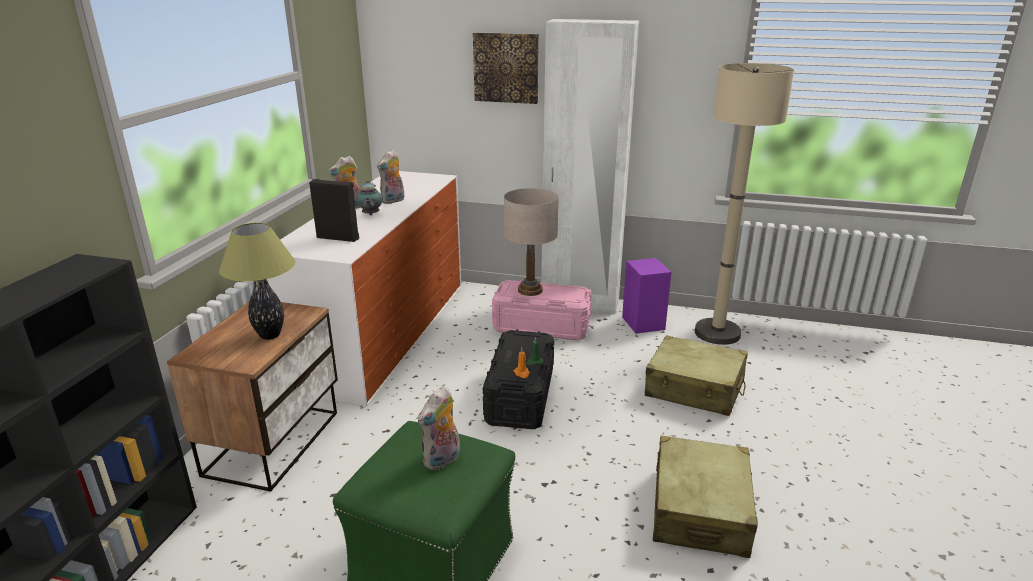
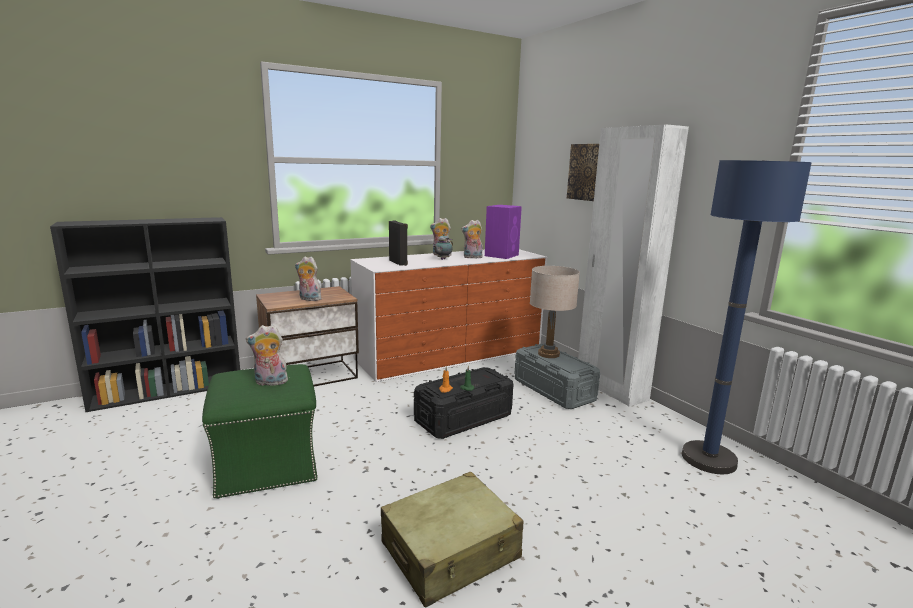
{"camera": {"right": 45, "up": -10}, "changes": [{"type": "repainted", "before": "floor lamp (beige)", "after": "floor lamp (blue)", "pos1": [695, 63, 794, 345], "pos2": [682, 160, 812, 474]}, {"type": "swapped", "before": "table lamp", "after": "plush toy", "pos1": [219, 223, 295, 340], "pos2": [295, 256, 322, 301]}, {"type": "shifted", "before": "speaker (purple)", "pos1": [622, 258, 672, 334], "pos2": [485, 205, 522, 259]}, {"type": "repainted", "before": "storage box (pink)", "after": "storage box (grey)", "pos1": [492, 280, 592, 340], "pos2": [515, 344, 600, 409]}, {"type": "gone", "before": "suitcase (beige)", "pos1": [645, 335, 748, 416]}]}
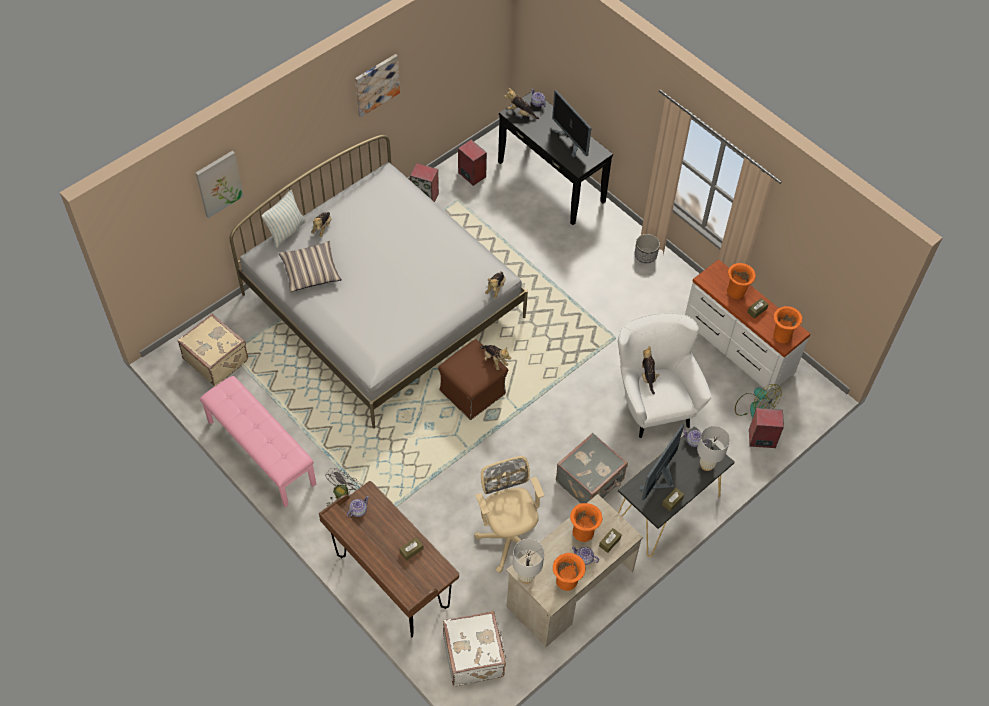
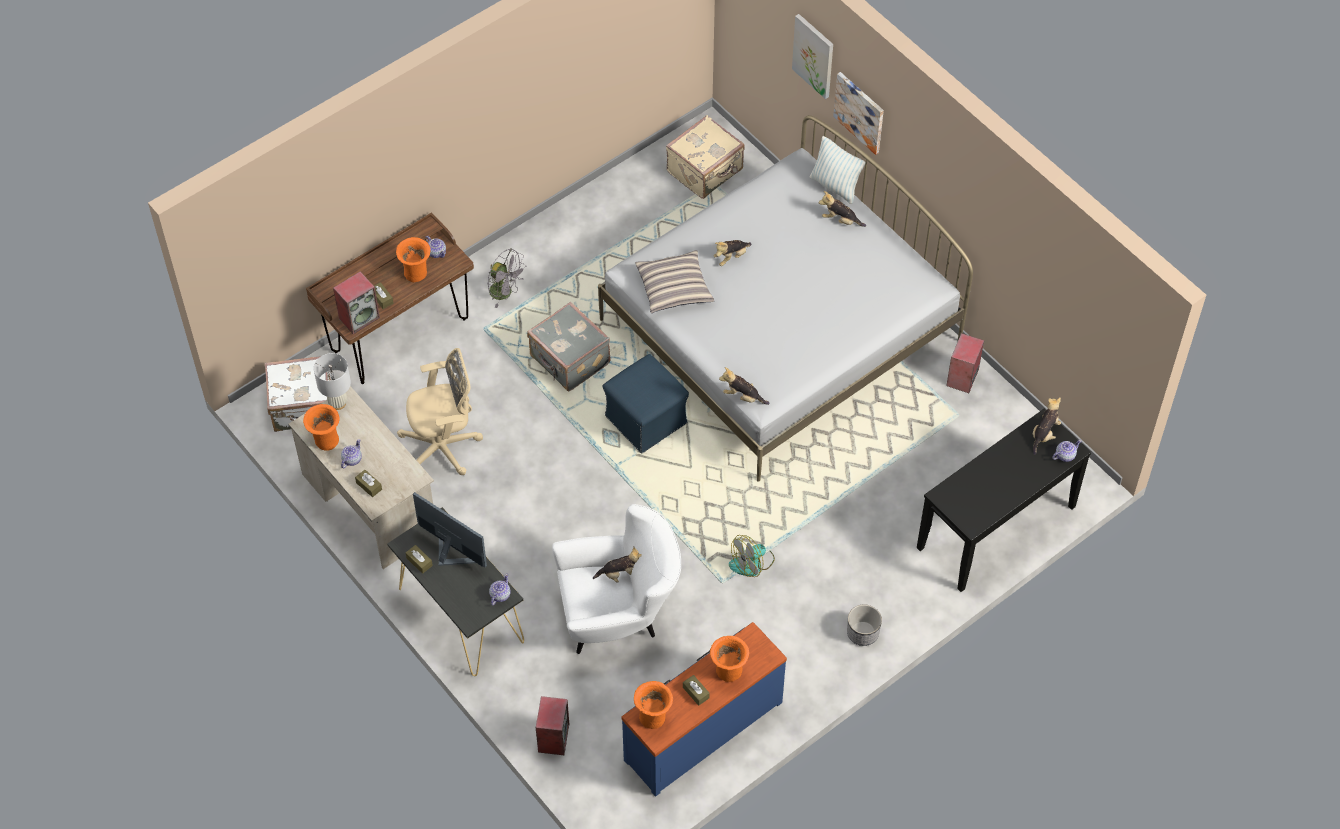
{"camera": {"right": 95, "up": 0}, "changes": [{"type": "shifted", "before": "picture", "pos1": [355, 54, 400, 117], "pos2": [833, 72, 884, 155]}, {"type": "gone", "before": "monitor", "pos1": [552, 90, 591, 158]}, {"type": "shifted", "before": "speaker", "pos1": [458, 140, 487, 186], "pos2": [333, 271, 380, 334]}, {"type": "shifted", "before": "pillow", "pos1": [279, 241, 342, 292], "pos2": [635, 250, 714, 313]}, {"type": "repainted", "before": "dresser (white)", "after": "dresser (blue)", "pos1": [685, 259, 811, 390], "pos2": [621, 622, 787, 797]}, {"type": "repainted", "before": "ottoman (brown)", "after": "ottoman (blue)", "pos1": [438, 339, 508, 420], "pos2": [603, 354, 689, 454]}, {"type": "shifted", "before": "plush toy", "pos1": [479, 345, 511, 370], "pos2": [714, 240, 752, 266]}, {"type": "gone", "before": "bench (pink)", "pos1": [200, 376, 316, 507]}, {"type": "shifted", "before": "fan", "pos1": [735, 384, 782, 418], "pos2": [729, 535, 775, 577]}, {"type": "gone", "before": "table lamp (white)", "pos1": [697, 426, 730, 471]}, {"type": "shifted", "before": "suitcase (grey)", "pos1": [556, 433, 628, 503], "pos2": [527, 302, 610, 392]}, {"type": "shifted", "before": "vase (orange)", "pos1": [570, 503, 602, 542], "pos2": [396, 237, 430, 282]}]}
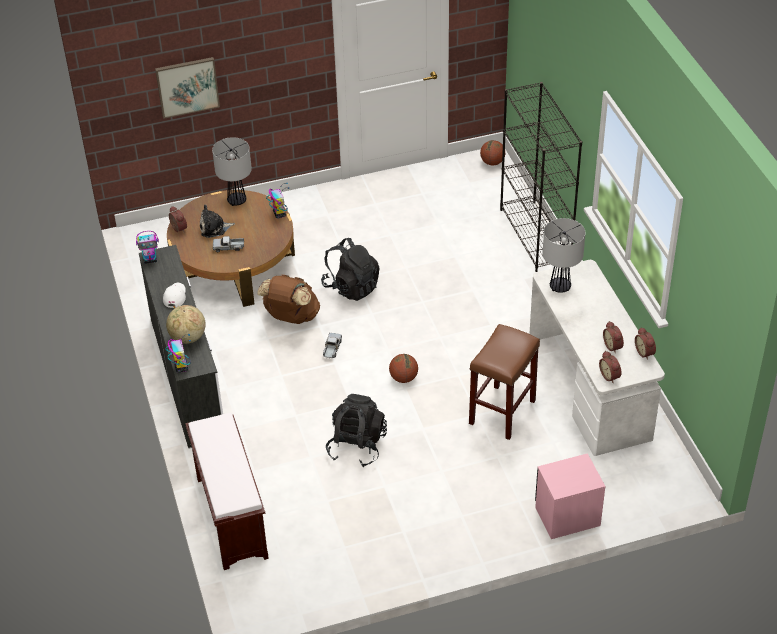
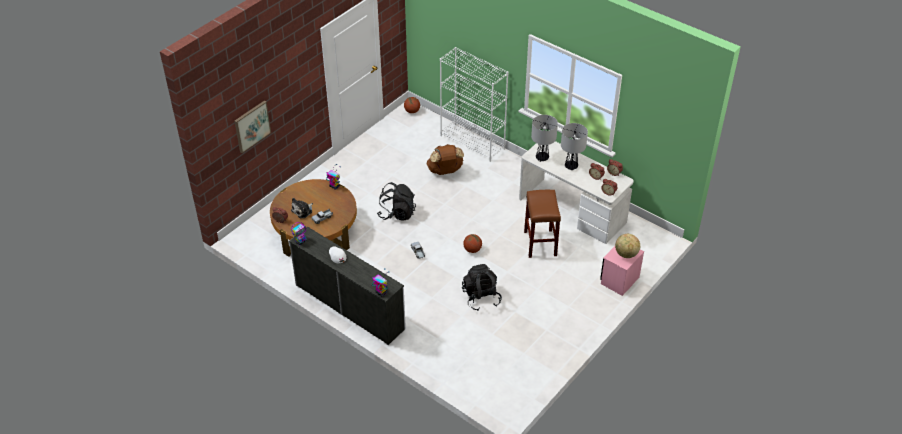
{"camera": {"right": -35, "up": 0}, "changes": [{"type": "repainted", "before": "bookcase (black)", "after": "bookcase (white)", "pos1": [500, 82, 582, 272], "pos2": [440, 47, 509, 162]}, {"type": "shifted", "before": "table lamp", "pos1": [212, 137, 252, 206], "pos2": [561, 123, 588, 171]}, {"type": "shifted", "before": "backpack (brown)", "pos1": [257, 274, 320, 324], "pos2": [427, 144, 464, 175]}, {"type": "shifted", "before": "globe", "pos1": [166, 305, 206, 344], "pos2": [615, 234, 640, 258]}, {"type": "gone", "before": "bench (brown)", "pos1": [185, 413, 269, 570]}]}
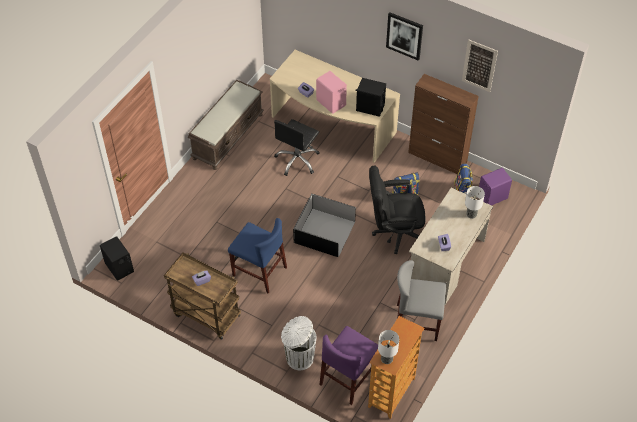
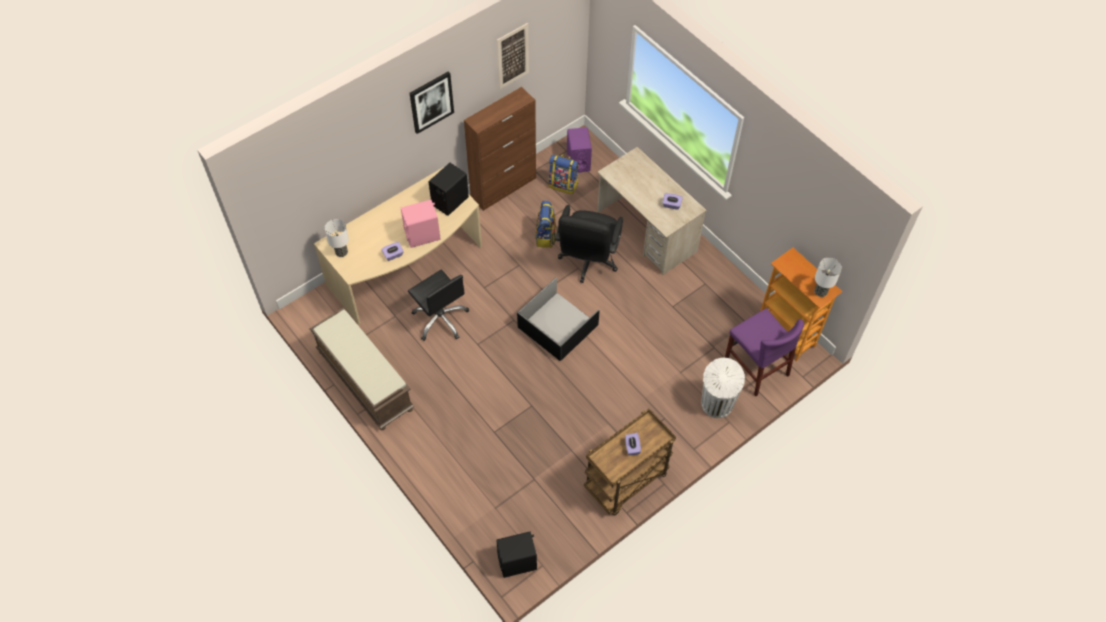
{"camera": {"right": -70, "up": 5}, "changes": [{"type": "shifted", "before": "table lamp", "pos1": [465, 186, 485, 219], "pos2": [324, 219, 349, 257]}, {"type": "gone", "before": "chair (blue)", "pos1": [228, 218, 287, 293]}, {"type": "gone", "before": "chair (grey)", "pos1": [397, 260, 446, 341]}]}
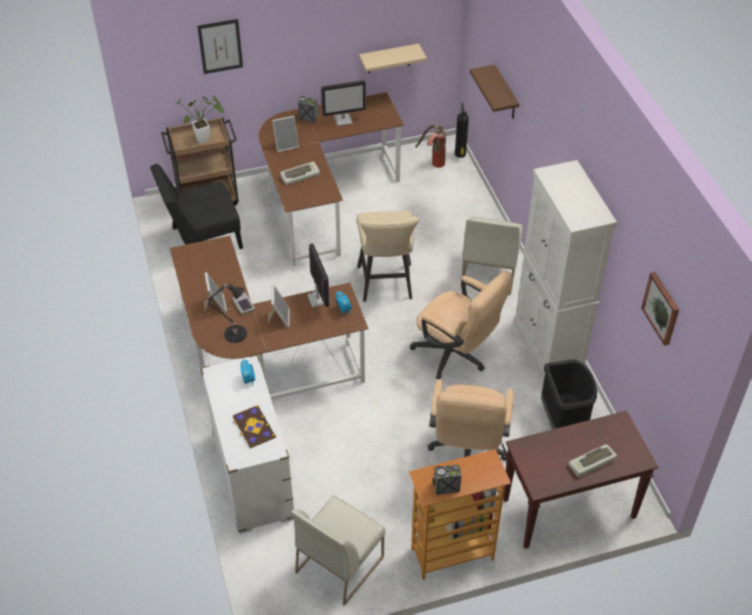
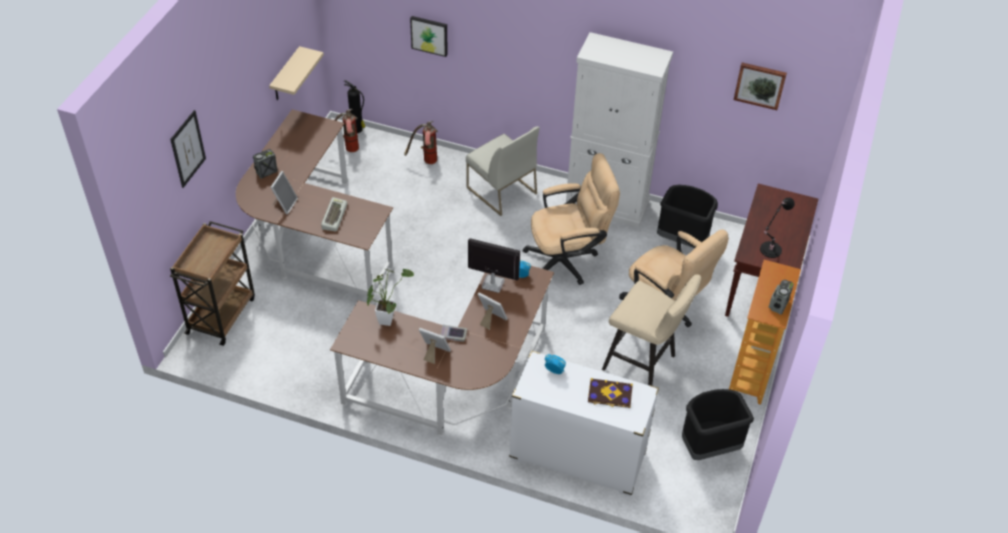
{"camera": {"right": -55, "up": 0}, "changes": [{"type": "swapped", "before": "shelf (brown)", "after": "picture", "pos1": [470, 65, 519, 119], "pos2": [410, 16, 448, 57]}, {"type": "gone", "before": "monitor", "pos1": [321, 80, 366, 126]}, {"type": "shifted", "before": "potted plant", "pos1": [174, 96, 224, 144], "pos2": [367, 268, 414, 326]}, {"type": "gone", "before": "chair (black)", "pos1": [150, 164, 243, 249]}, {"type": "shifted", "before": "stool (beige)", "pos1": [357, 211, 419, 302], "pos2": [602, 274, 701, 386]}, {"type": "shifted", "before": "table lamp (black)", "pos1": [205, 284, 247, 343], "pos2": [760, 197, 795, 258]}, {"type": "gone", "before": "keyboard", "pos1": [568, 444, 617, 477]}, {"type": "swapped", "before": "chair (white)", "after": "trash can (black)", "pos1": [291, 496, 385, 606], "pos2": [682, 389, 754, 460]}, {"type": "new", "after": "fire extinguisher", "pos2": [404, 121, 438, 164]}]}
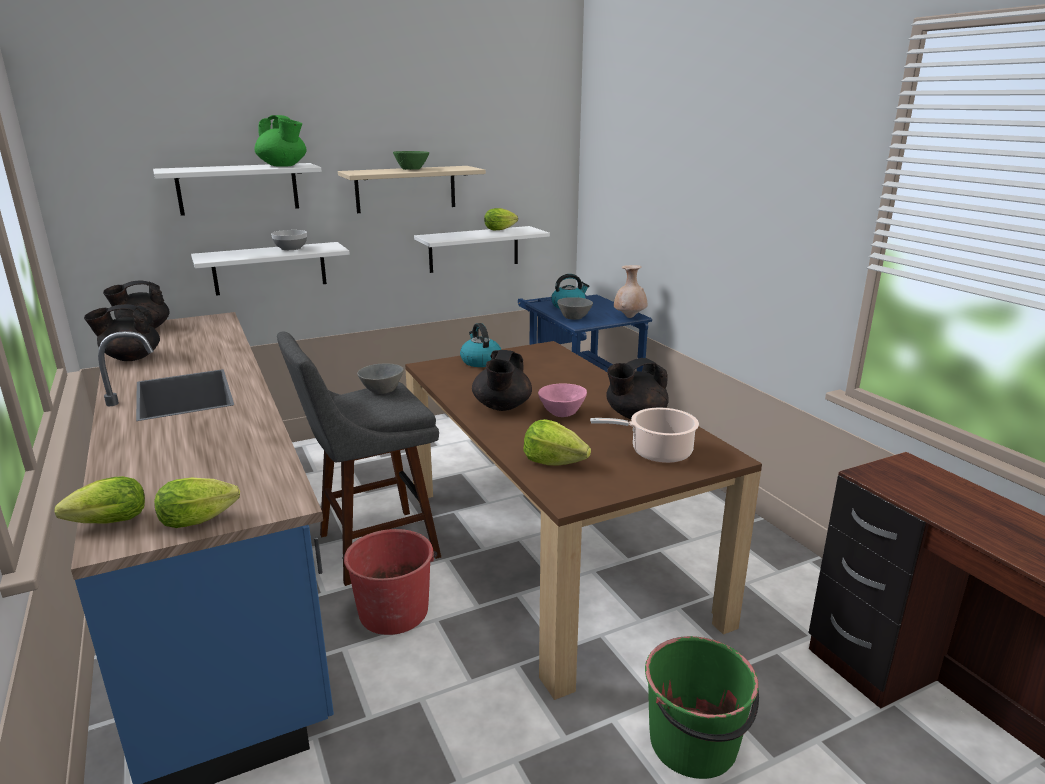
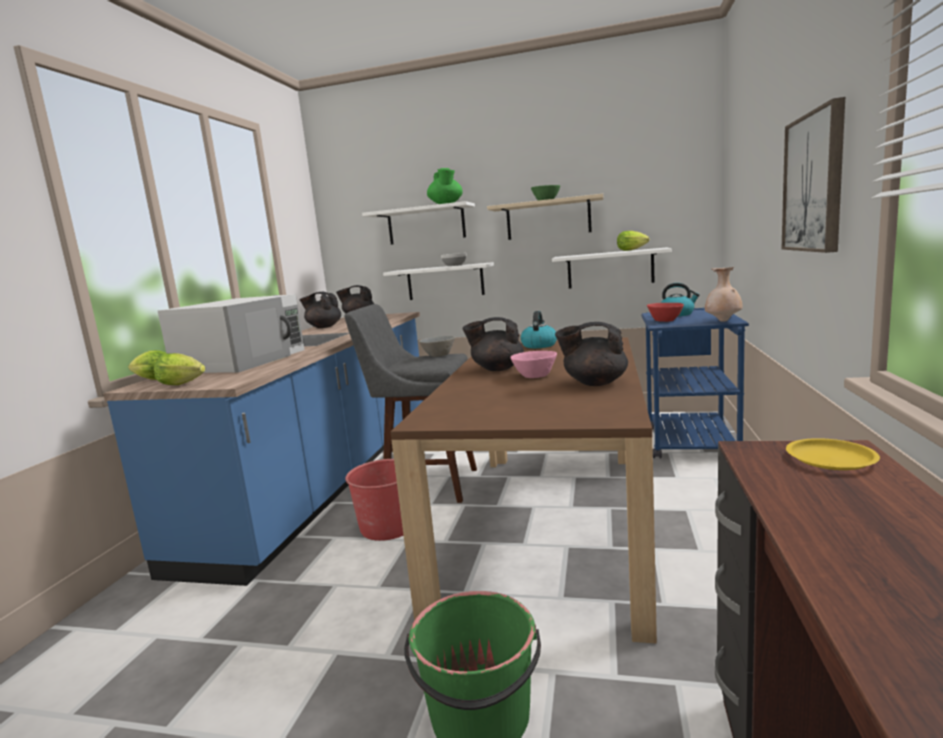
{"camera": {"right": 40, "up": -10}, "changes": [{"type": "repainted", "before": "bowl (grey)", "after": "bowl (red)", "pos1": [557, 297, 593, 320], "pos2": [647, 303, 684, 322]}, {"type": "rotated", "before": "teapot (black)", "pos1": [472, 350, 532, 411], "pos2": [463, 317, 524, 371], "turn": 45}, {"type": "gone", "before": "cooking pot", "pos1": [590, 408, 699, 463]}, {"type": "gone", "before": "lettuce", "pos1": [523, 419, 591, 465]}, {"type": "new", "after": "picture", "pos2": [782, 97, 845, 253]}, {"type": "new", "after": "microwave (white)", "pos2": [158, 294, 304, 373]}, {"type": "new", "after": "plate (yellow)", "pos2": [786, 438, 880, 470]}]}
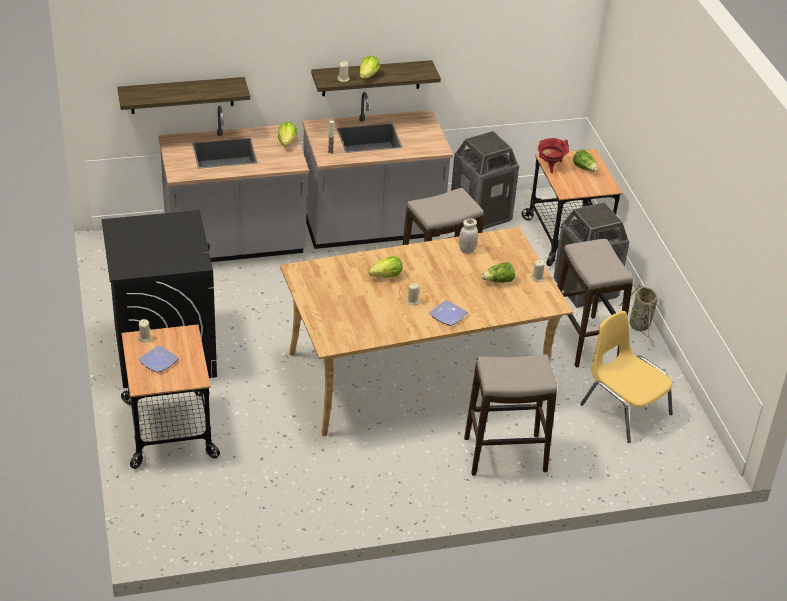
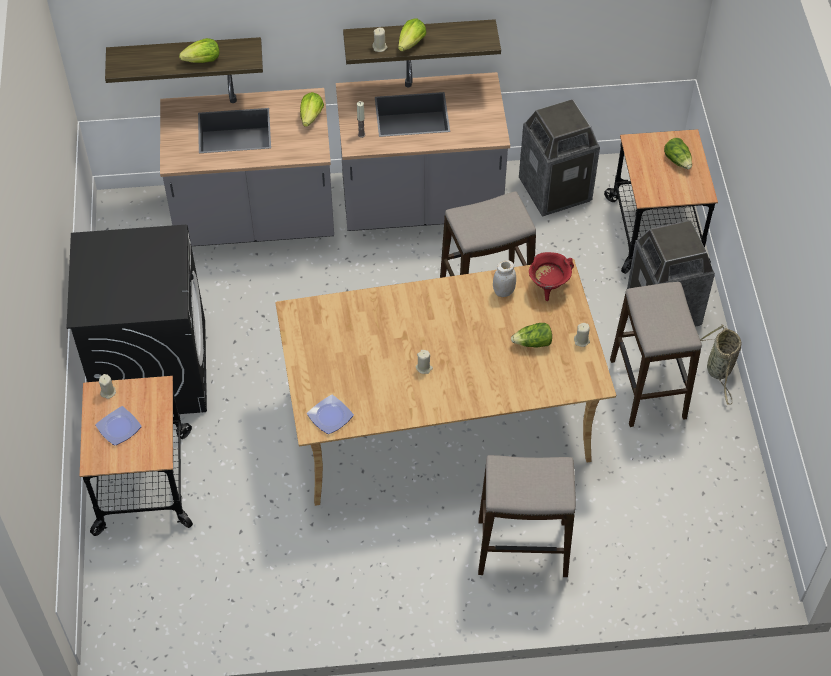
{"camera": {"right": 10, "up": 15}, "changes": [{"type": "shifted", "before": "cooking pot (red)", "pos1": [538, 138, 569, 173], "pos2": [529, 252, 574, 301]}, {"type": "shifted", "before": "lettuce", "pos1": [368, 256, 403, 277], "pos2": [179, 38, 219, 63]}, {"type": "shifted", "before": "plate", "pos1": [429, 300, 468, 326], "pos2": [307, 394, 354, 434]}, {"type": "gone", "before": "chair (yellow)", "pos1": [580, 311, 673, 443]}]}
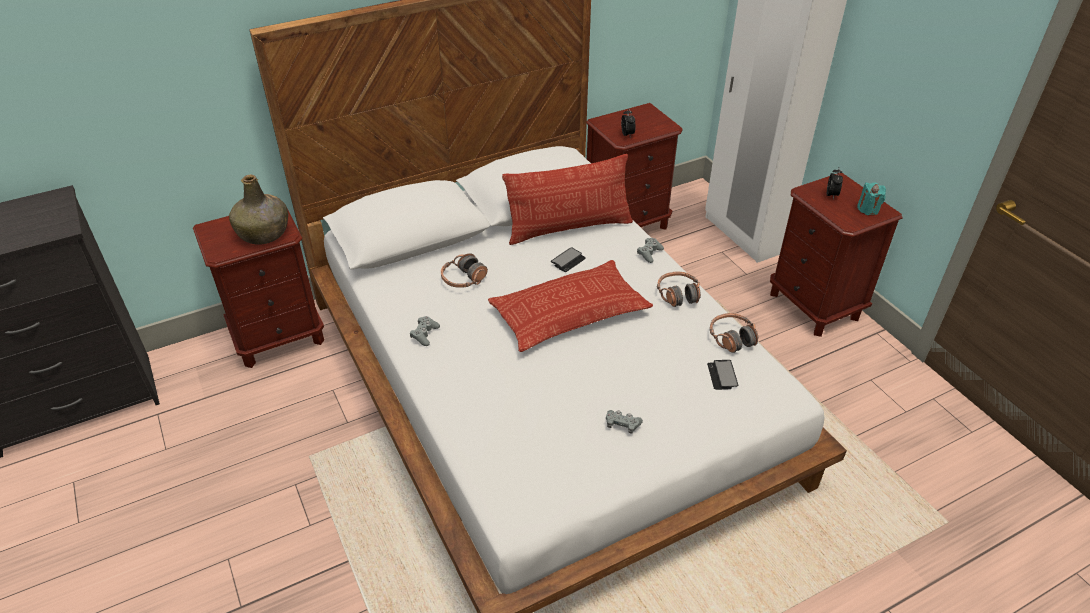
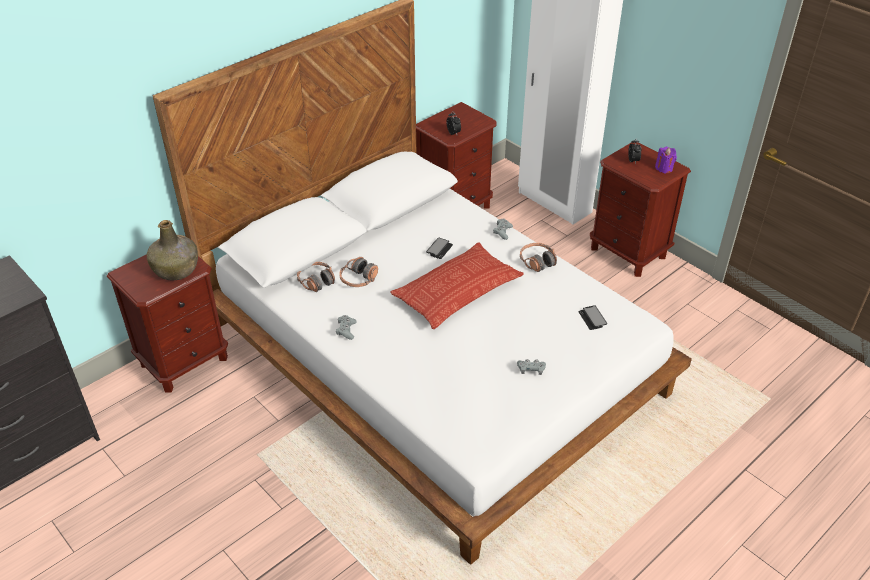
{"camera": {"right": -15, "up": 0}, "changes": [{"type": "gone", "before": "pillow", "pos1": [502, 154, 633, 245]}, {"type": "repainted", "before": "candle (turquoise)", "after": "candle (purple)", "pos1": [857, 182, 886, 216], "pos2": [655, 147, 677, 173]}, {"type": "shifted", "before": "headphones", "pos1": [710, 313, 758, 353], "pos2": [297, 262, 335, 292]}]}
